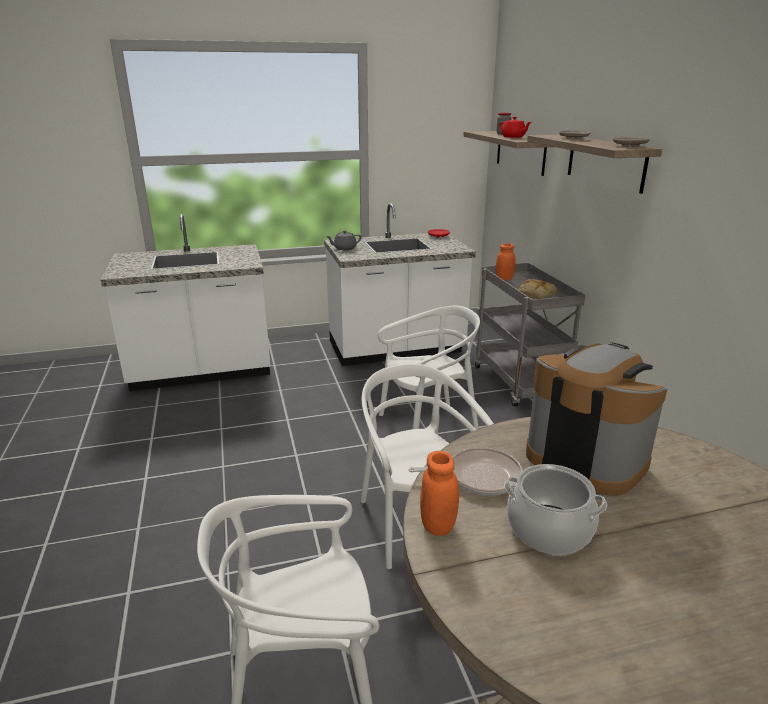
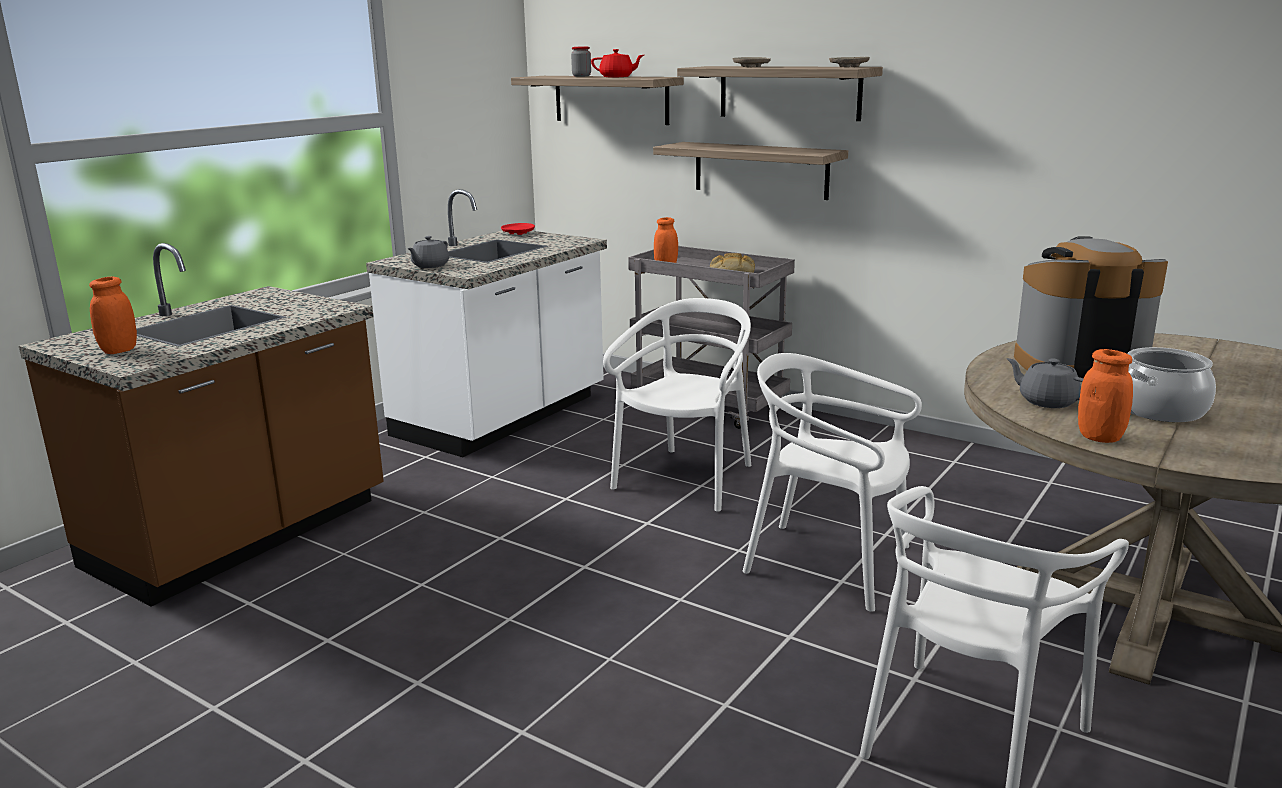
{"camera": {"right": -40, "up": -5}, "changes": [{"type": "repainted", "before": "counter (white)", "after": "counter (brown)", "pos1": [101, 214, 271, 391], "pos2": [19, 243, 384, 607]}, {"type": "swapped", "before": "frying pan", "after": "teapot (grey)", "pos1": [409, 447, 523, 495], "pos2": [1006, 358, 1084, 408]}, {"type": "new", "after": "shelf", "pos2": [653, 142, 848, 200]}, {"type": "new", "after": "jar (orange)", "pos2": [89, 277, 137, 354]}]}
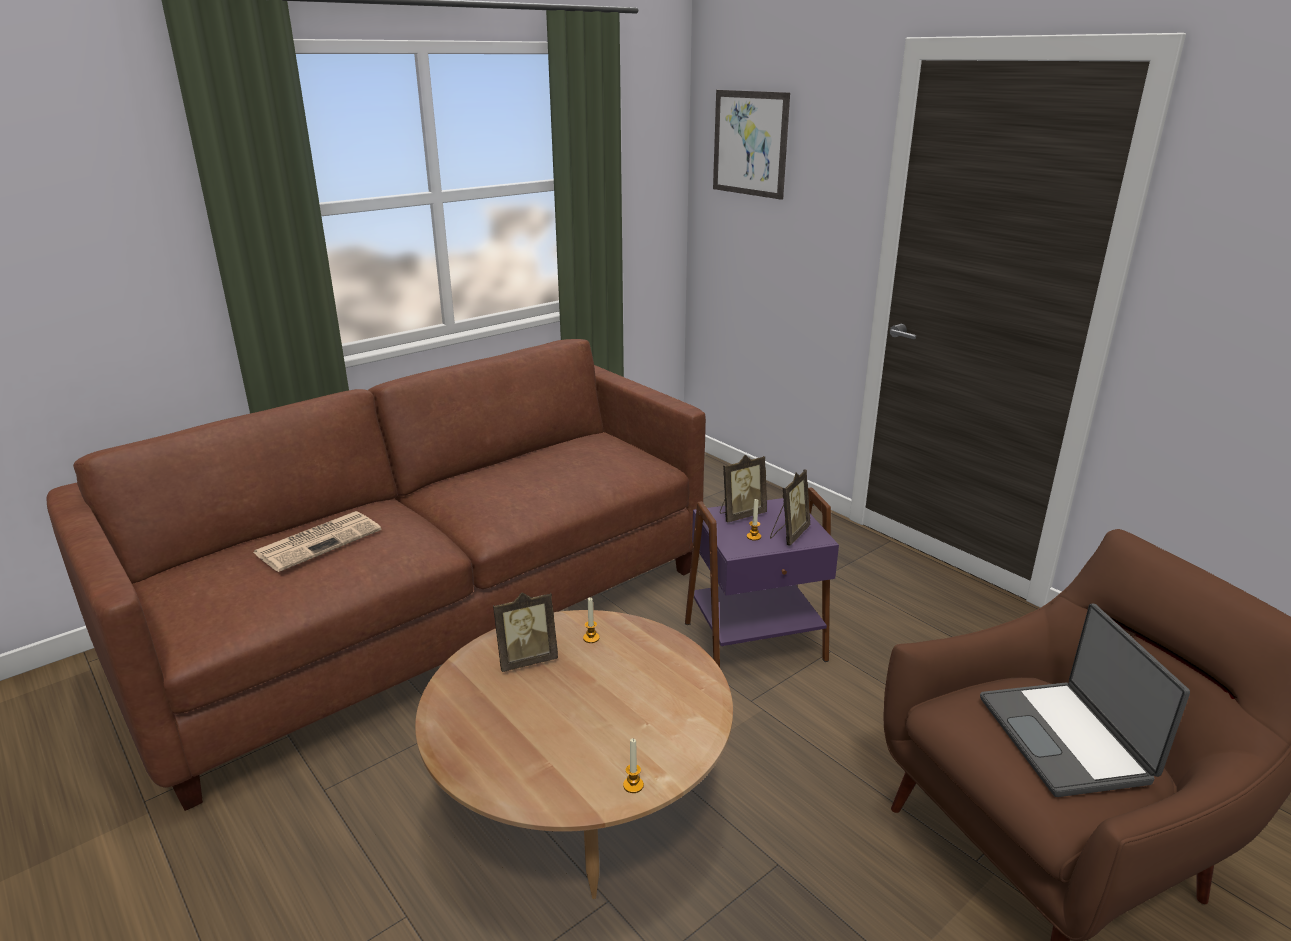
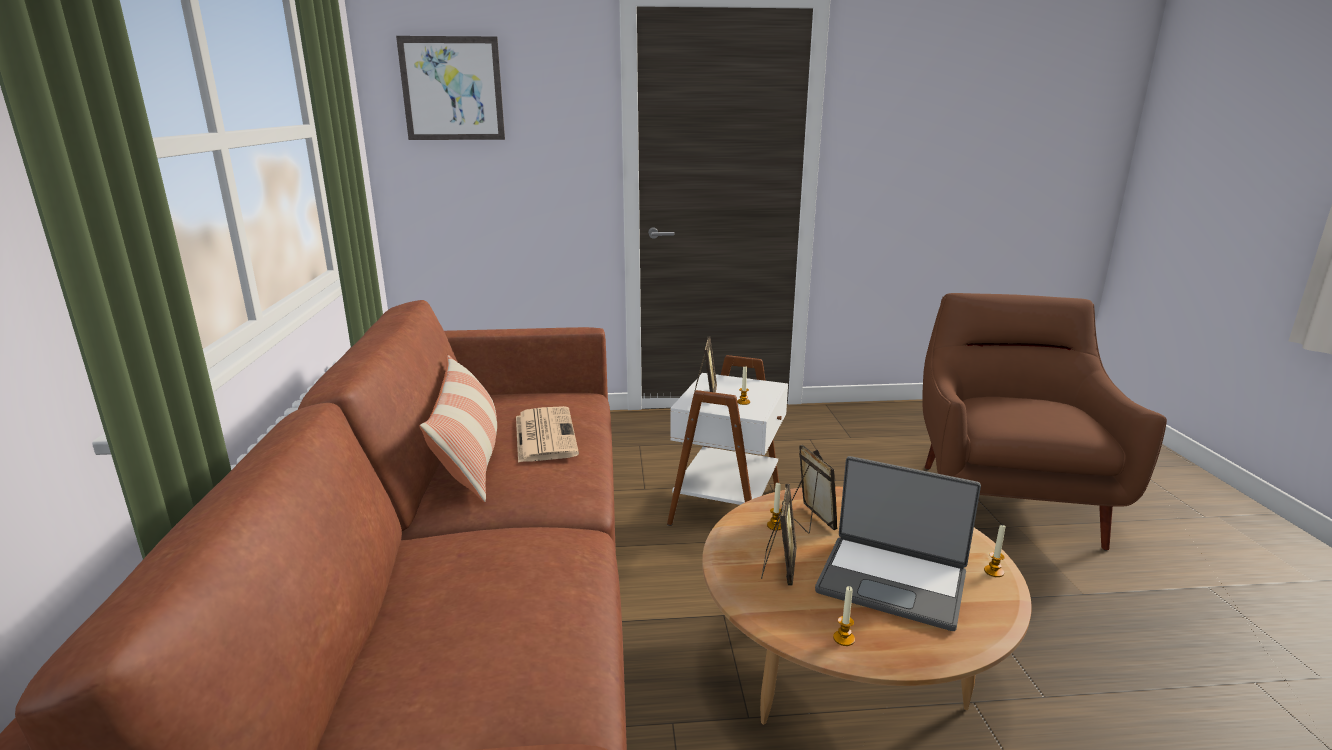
{"camera": {"right": -55, "up": -5}, "changes": [{"type": "shifted", "before": "picture frame", "pos1": [770, 470, 810, 546], "pos2": [792, 445, 837, 534]}, {"type": "repainted", "before": "side table (purple)", "after": "side table (white)", "pos1": [685, 488, 839, 668], "pos2": [667, 355, 788, 526]}, {"type": "shifted", "before": "newspaper", "pos1": [253, 511, 381, 572], "pos2": [516, 406, 579, 463]}, {"type": "shifted", "before": "laptop", "pos1": [980, 603, 1190, 797], "pos2": [815, 456, 981, 631]}, {"type": "new", "after": "pillow", "pos2": [420, 355, 497, 502]}, {"type": "new", "after": "candle", "pos2": [833, 586, 855, 646]}]}
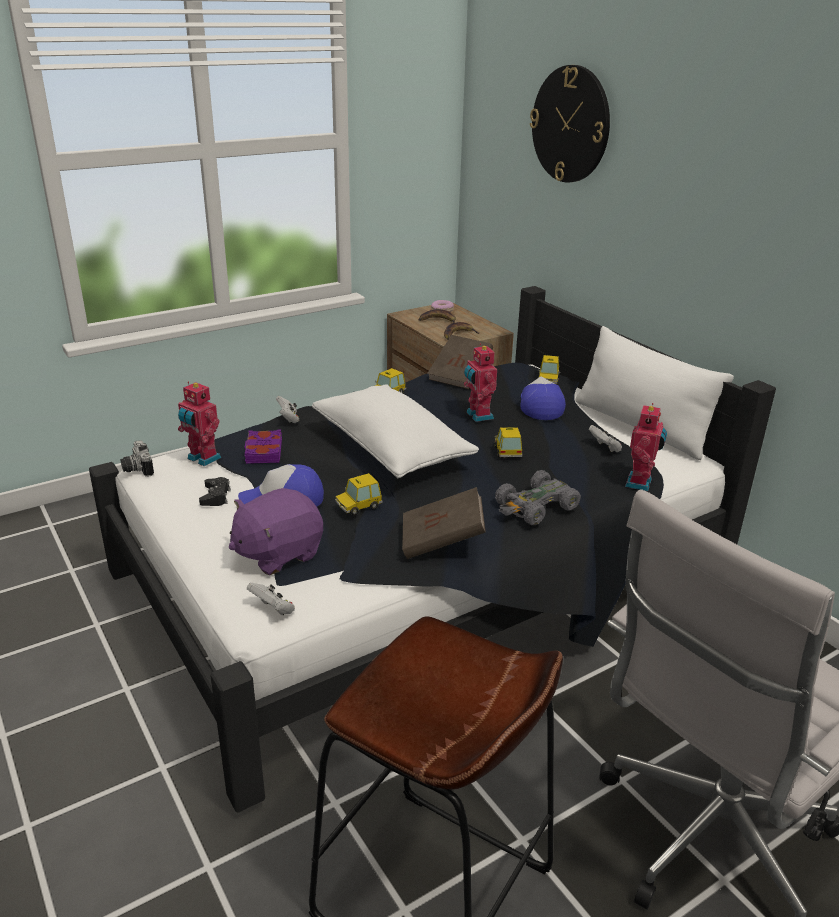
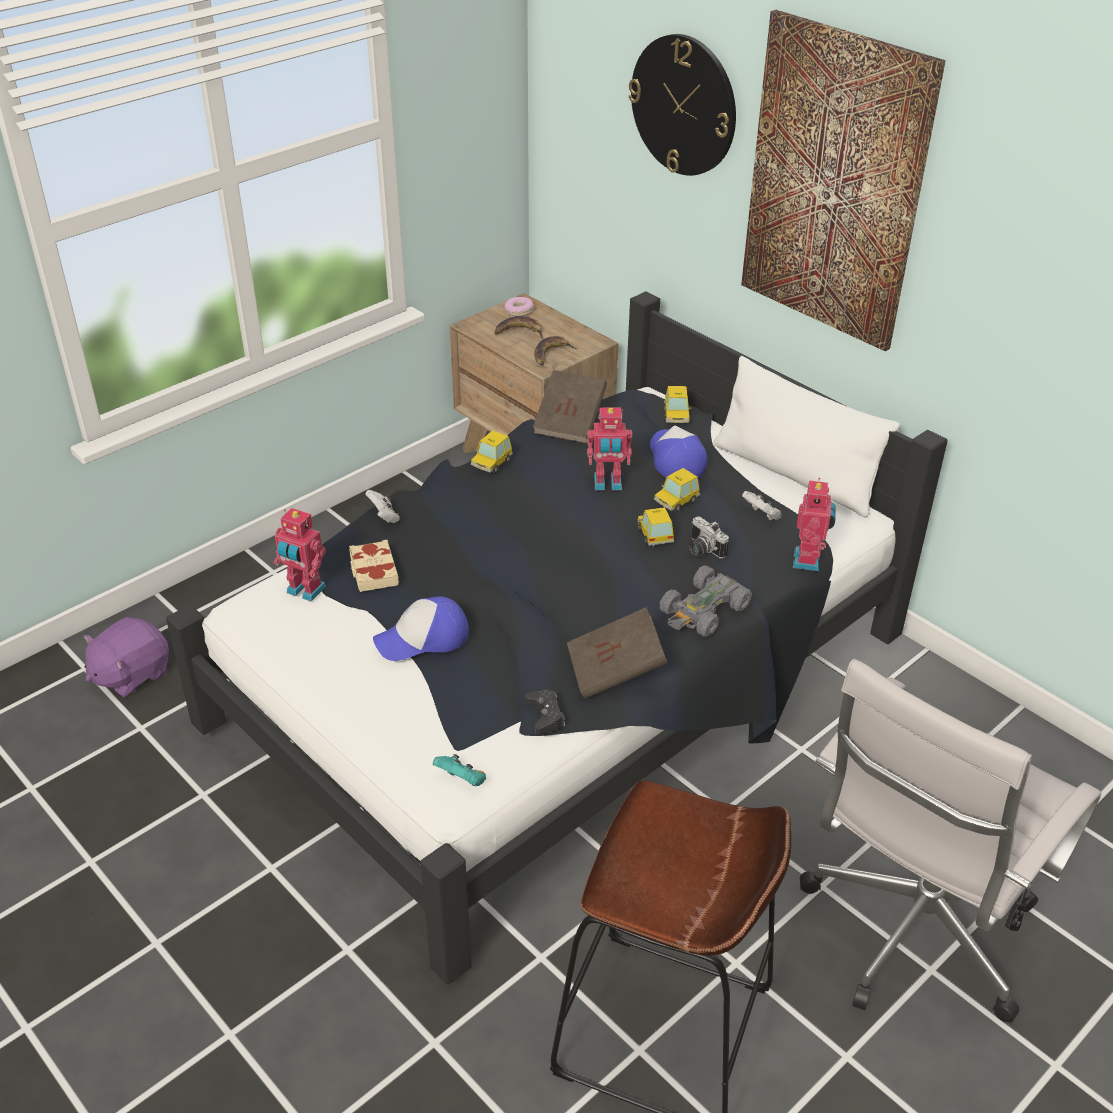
{"camera": {"right": -10, "up": 10}, "changes": [{"type": "rotated", "before": "toy robot", "pos1": [464, 344, 497, 422], "pos2": [587, 407, 632, 490], "turn": -60}, {"type": "gone", "before": "pillow (white)", "pos1": [312, 384, 479, 478]}, {"type": "repainted", "before": "book (purple)", "after": "book (beige)", "pos1": [244, 430, 282, 464], "pos2": [349, 540, 399, 592]}, {"type": "shifted", "before": "photo camera", "pos1": [121, 440, 154, 477], "pos2": [689, 516, 729, 559]}, {"type": "shifted", "before": "toy car", "pos1": [335, 473, 383, 515], "pos2": [654, 468, 700, 512]}, {"type": "shifted", "before": "game controller (black)", "pos1": [199, 477, 231, 506], "pos2": [525, 689, 565, 734]}, {"type": "shifted", "before": "plush toy (purple)", "pos1": [229, 488, 323, 575], "pos2": [84, 617, 169, 698]}, {"type": "repainted", "before": "game controller (white)", "after": "game controller (turquoise)", "pos1": [247, 583, 295, 615], "pos2": [433, 754, 486, 786]}, {"type": "new", "after": "picture", "pos2": [741, 10, 946, 351]}]}
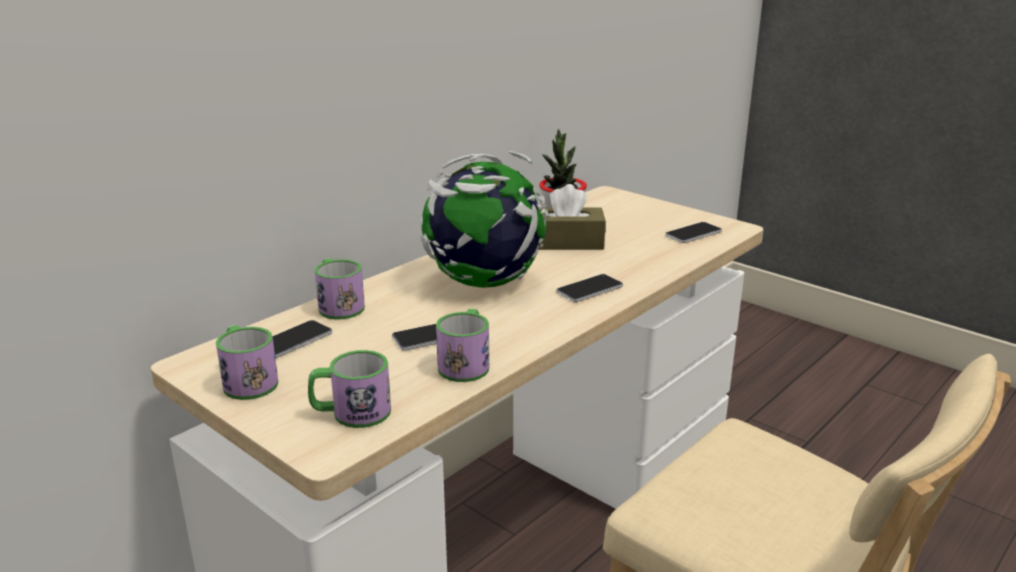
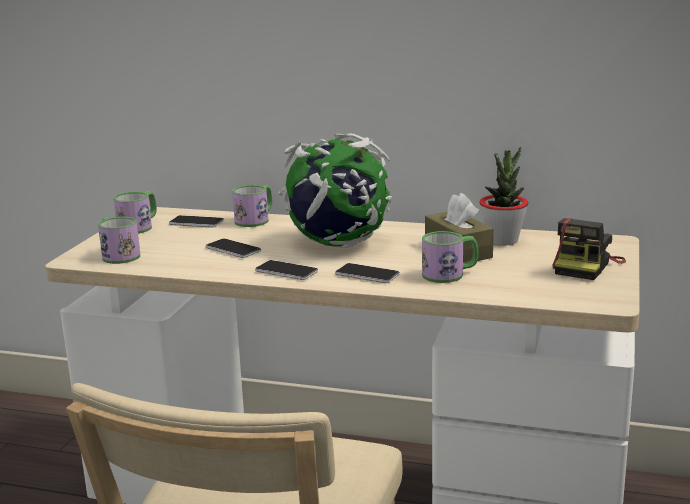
{"camera": {"right": 65, "up": -5}, "changes": [{"type": "shifted", "before": "phone", "pos1": [665, 222, 722, 243], "pos2": [255, 260, 318, 280]}, {"type": "shifted", "before": "mug", "pos1": [436, 309, 489, 382], "pos2": [422, 231, 479, 283]}, {"type": "new", "after": "photo camera", "pos2": [552, 218, 626, 280]}]}
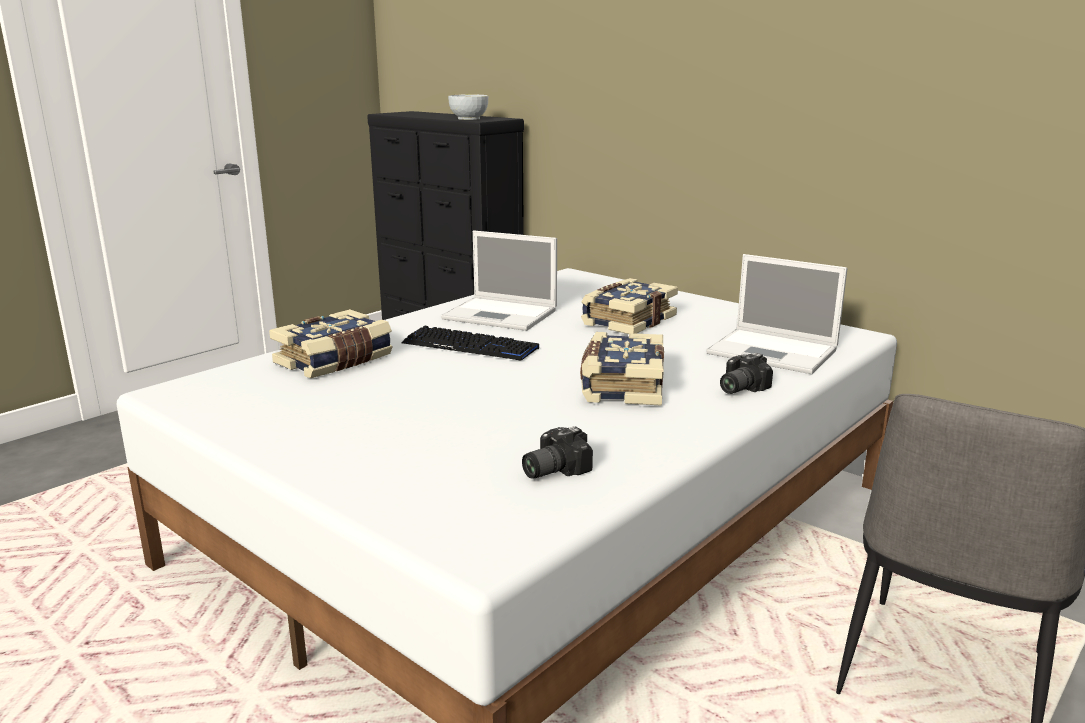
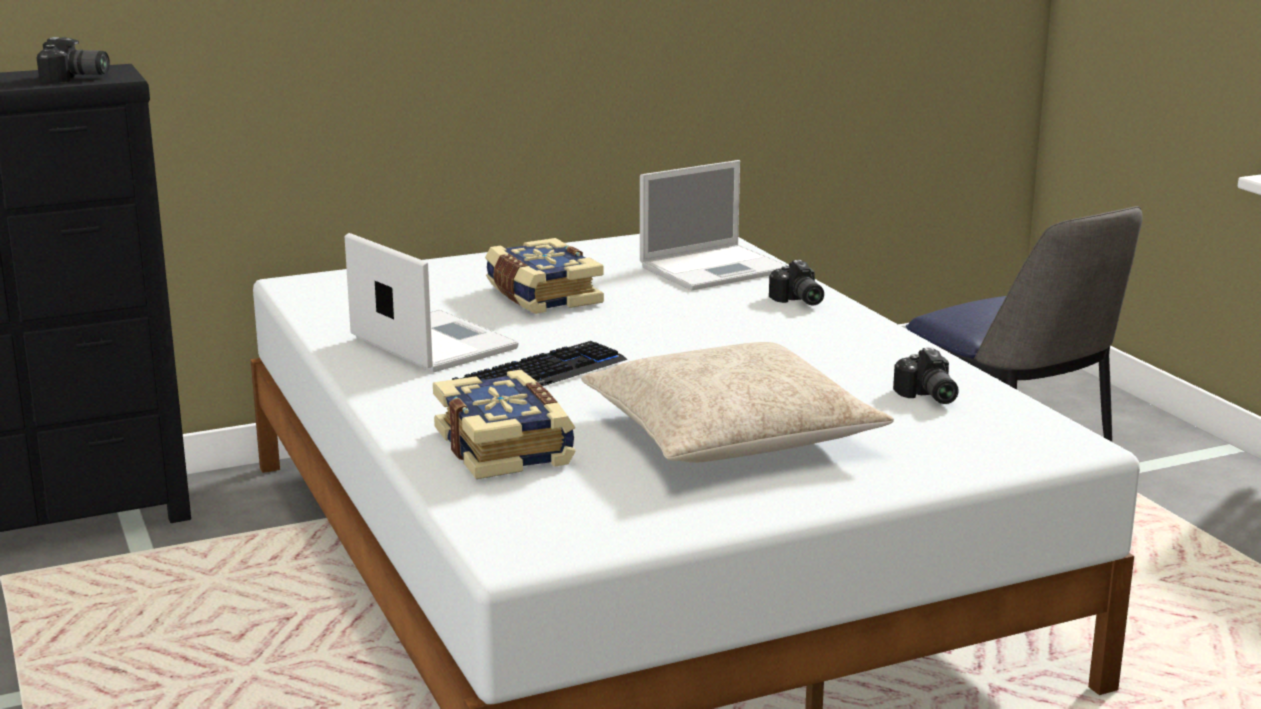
{"camera": {"right": -65, "up": 0}, "changes": [{"type": "swapped", "before": "bowl", "after": "photo camera", "pos1": [448, 95, 488, 120], "pos2": [37, 37, 110, 83]}, {"type": "rotated", "before": "laptop", "pos1": [441, 230, 557, 331], "pos2": [345, 233, 519, 373], "turn": -90}, {"type": "gone", "before": "book", "pos1": [580, 332, 664, 405]}, {"type": "new", "after": "pillow (beige)", "pos2": [581, 342, 894, 463]}]}
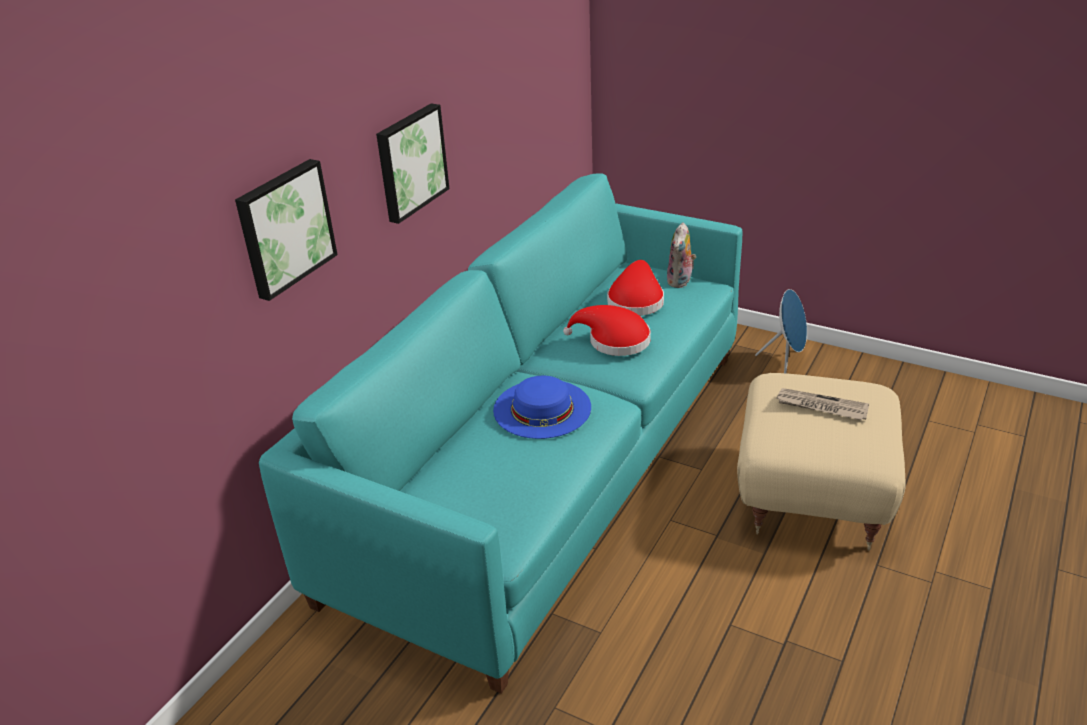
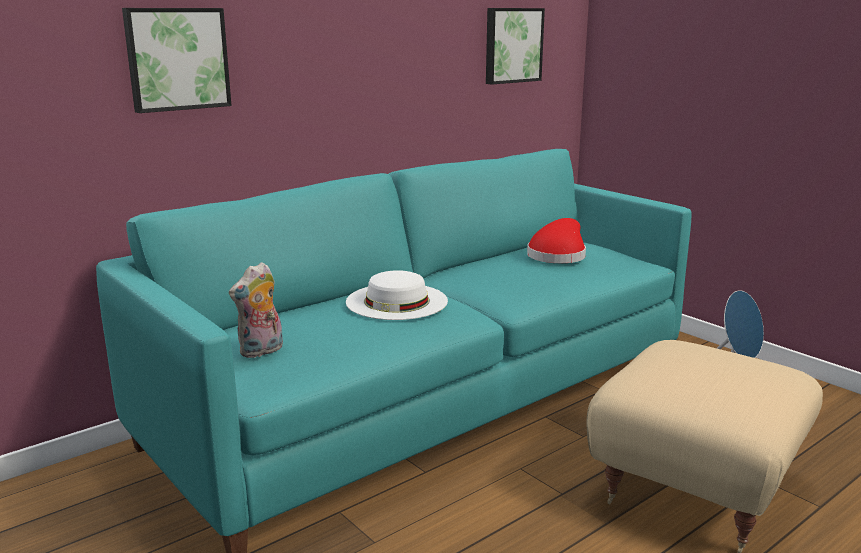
{"camera": {"right": 20, "up": -15}, "changes": [{"type": "shifted", "before": "picture", "pos1": [376, 103, 449, 224], "pos2": [486, 8, 545, 84]}, {"type": "shifted", "before": "plush toy", "pos1": [667, 222, 696, 288], "pos2": [229, 262, 283, 358]}, {"type": "gone", "before": "hat (red)", "pos1": [563, 305, 651, 356]}, {"type": "repainted", "before": "hat (blue)", "after": "hat (white)", "pos1": [493, 376, 591, 439], "pos2": [346, 270, 448, 320]}, {"type": "gone", "before": "newspaper", "pos1": [776, 388, 869, 420]}]}
